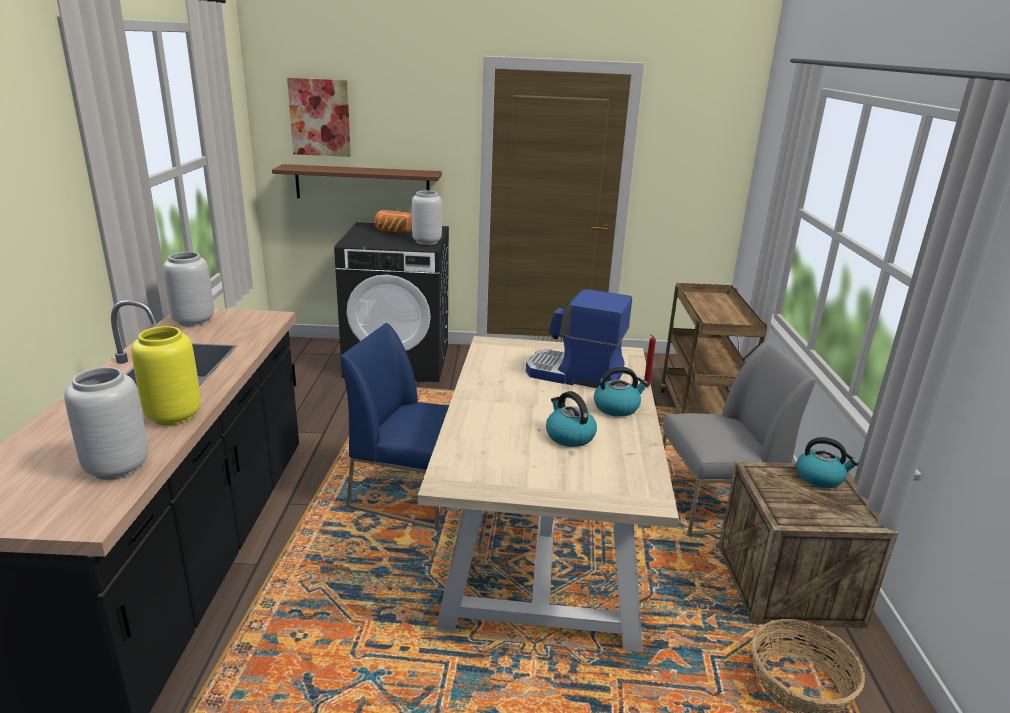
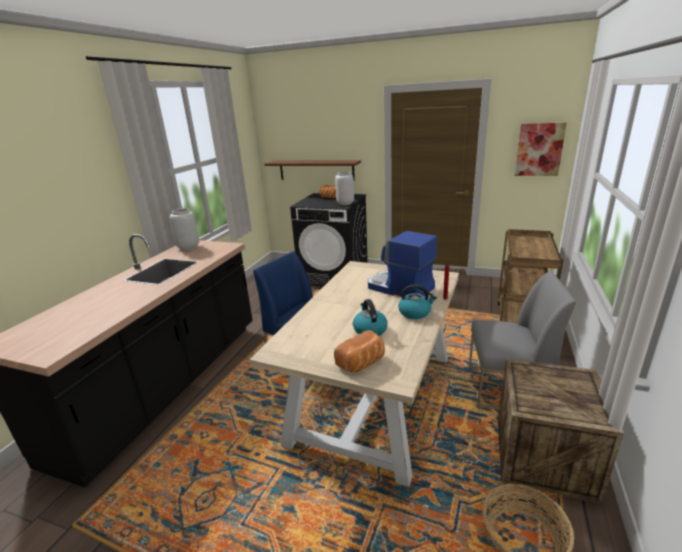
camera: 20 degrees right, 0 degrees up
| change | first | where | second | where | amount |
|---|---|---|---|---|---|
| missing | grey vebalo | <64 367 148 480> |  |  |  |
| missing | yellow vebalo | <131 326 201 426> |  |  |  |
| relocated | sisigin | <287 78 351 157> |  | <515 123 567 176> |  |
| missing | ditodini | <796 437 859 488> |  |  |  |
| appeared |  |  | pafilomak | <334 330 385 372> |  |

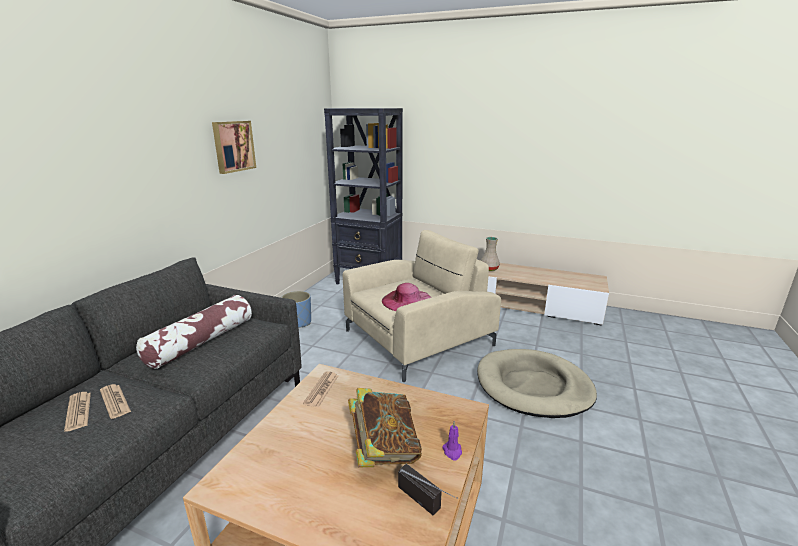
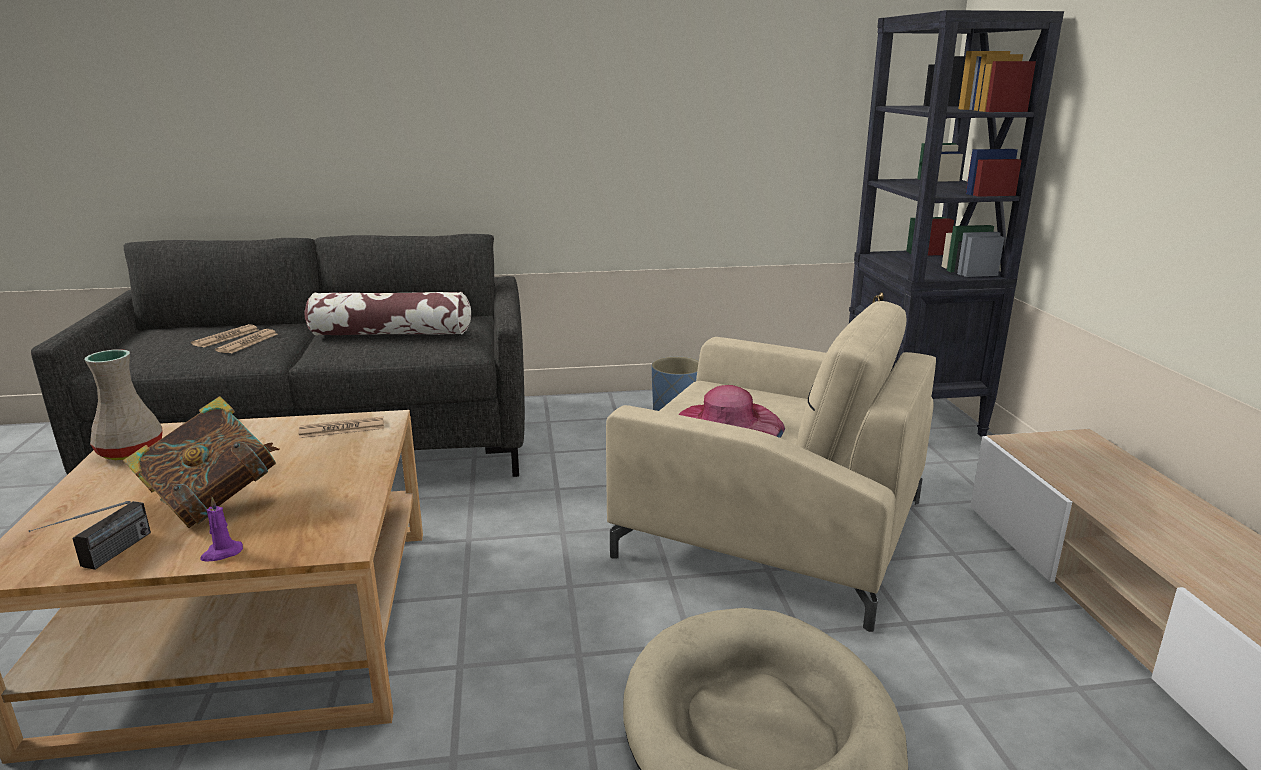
camera: 60 degrees right, 0 degrees up
| change | first | where | second | where | amount |
|---|---|---|---|---|---|
| missing | sisigin | <212 121 256 174> |  |  |  |
| relocated | beige vebalo | <481 237 500 271> |  | <85 349 162 460> |  |

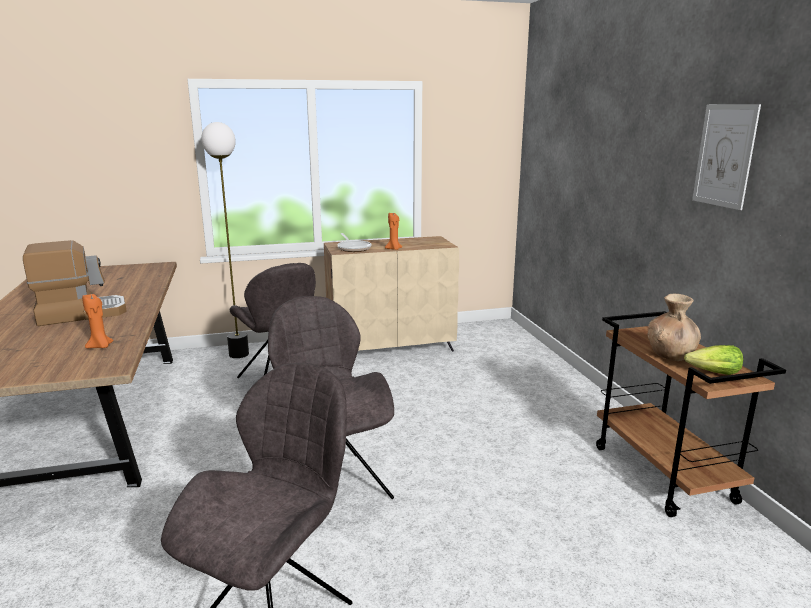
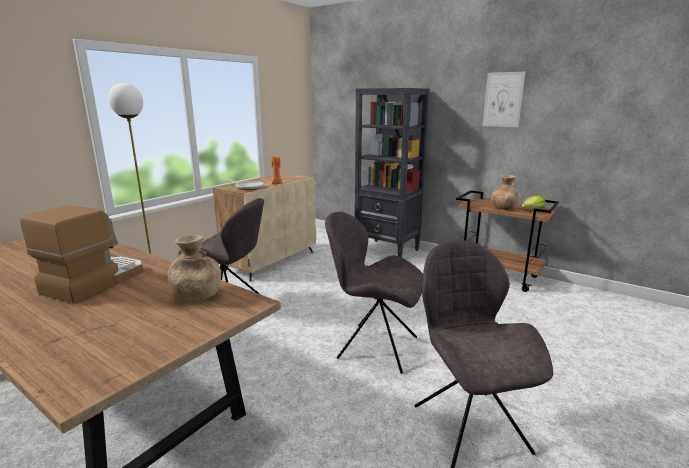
camera: 40 degrees left, 0 degrees up
| change | first | where | second | where | amount |
|---|---|---|---|---|---|
| exchanged | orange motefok | <82 294 114 348> | brown vebalo | <168 235 221 301> |  |
| appeared |  |  | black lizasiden | <354 88 430 258> |  |

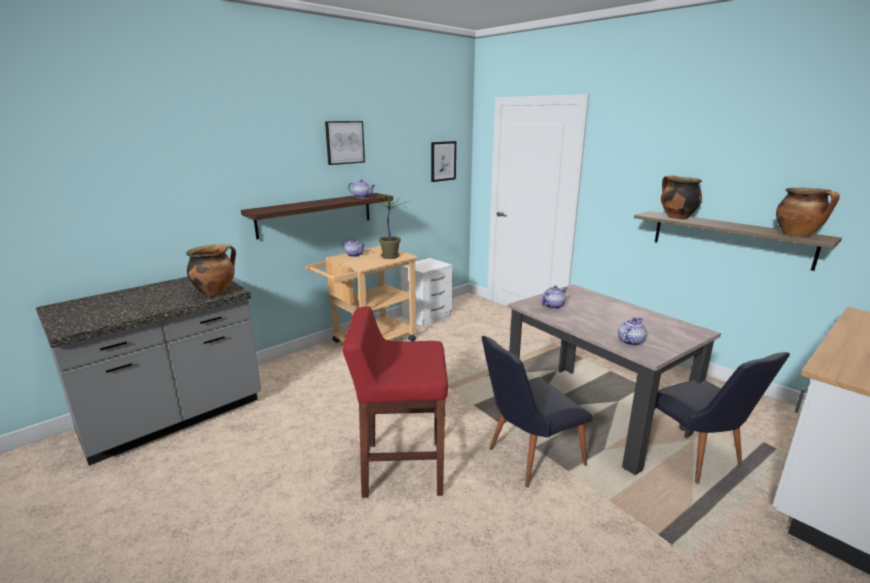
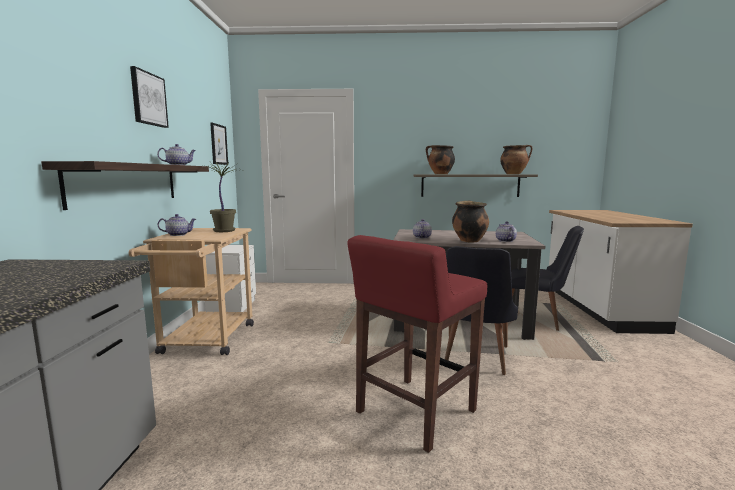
camera: 45 degrees left, 10 degrees down
| change | first | where | second | where | amount |
|---|---|---|---|---|---|
| relocated | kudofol | <186 244 236 297> |  | <452 201 489 243> |  |

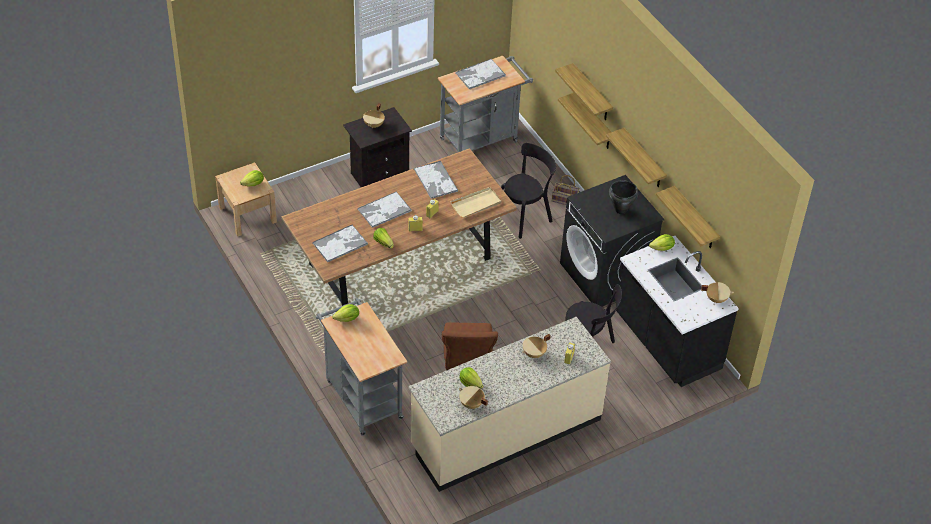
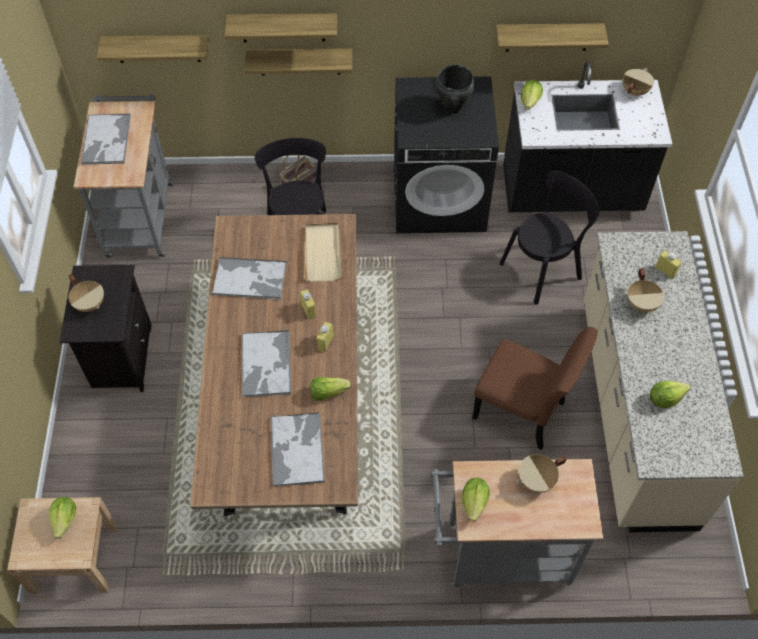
camera: 60 degrees left, 10 degrees up
| change | first | where | second | where | amount |
|---|---|---|---|---|---|
| relocated | beige kudofol | <459 386 488 409> |  | <516 455 566 493> |  |
| relocated | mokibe | <606 128 667 187> |  | <96 35 209 63> |  |

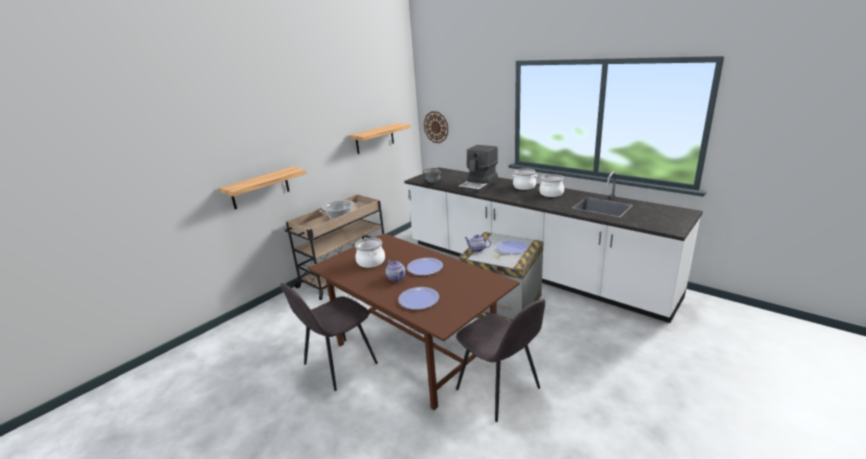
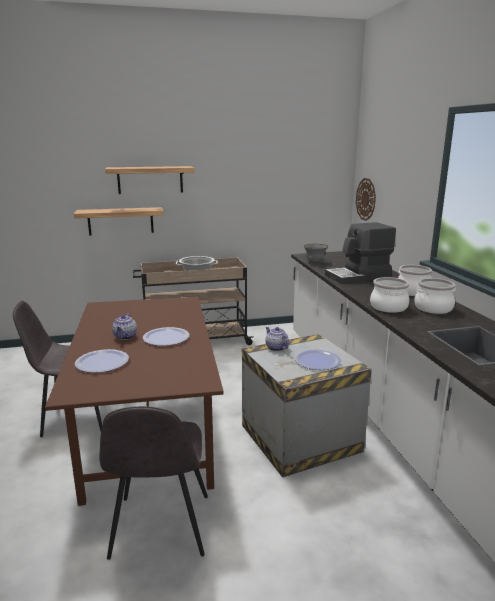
camera: 35 degrees right, 5 degrees down
| change | first | where | second | where | amount |
|---|---|---|---|---|---|
| relocated | mokibe | <349 123 411 154> |  | <105 166 195 194> |  |
| relocated | kudofol | <355 238 385 268> |  | <370 277 409 313> |  |

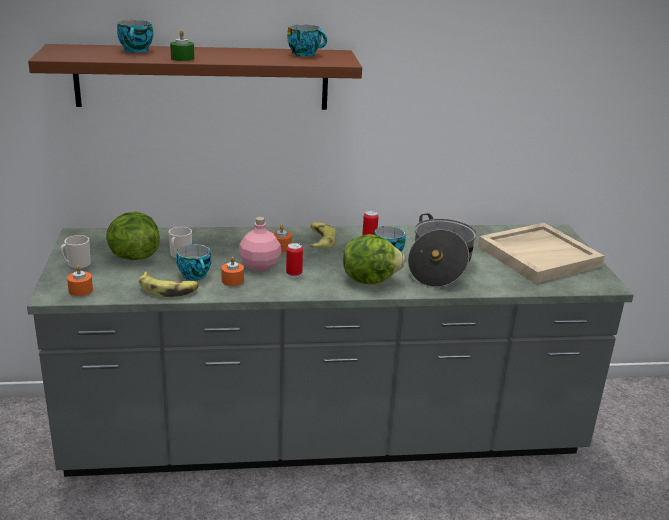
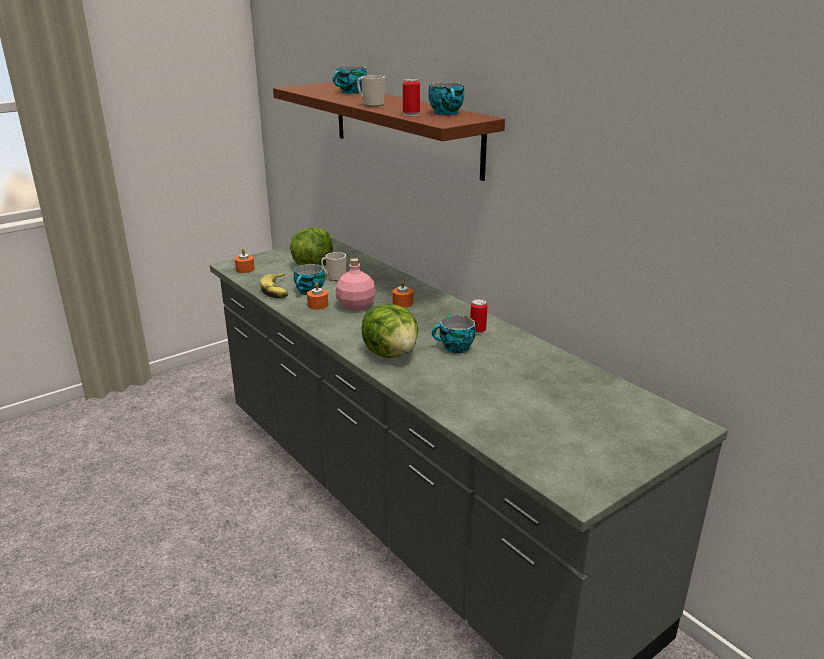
camera: 60 degrees right, 0 degrees up
| change | first | where | second | where | amount |
|---|---|---|---|---|---|
| relocated | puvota | <60 235 91 269> |  | <357 75 385 107> |  |
| missing | green motefok | <170 30 194 61> |  |  |  |
| relocated | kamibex | <286 243 303 278> |  | <403 79 420 116> |  |
| missing | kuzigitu | <309 222 336 248> |  |  |  |
| missing | kudofol | <408 213 477 287> |  |  |  |
| missing | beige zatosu | <478 223 604 284> |  |  |  |

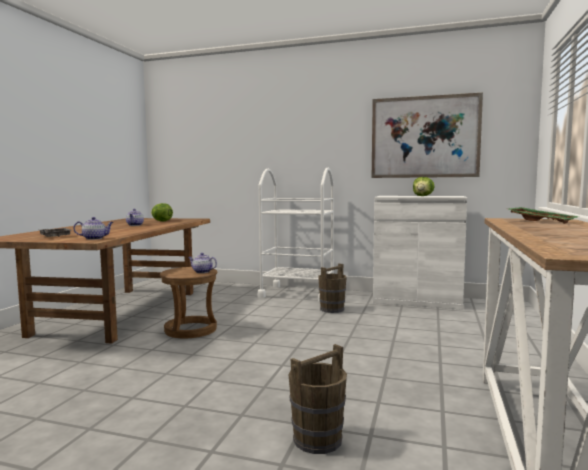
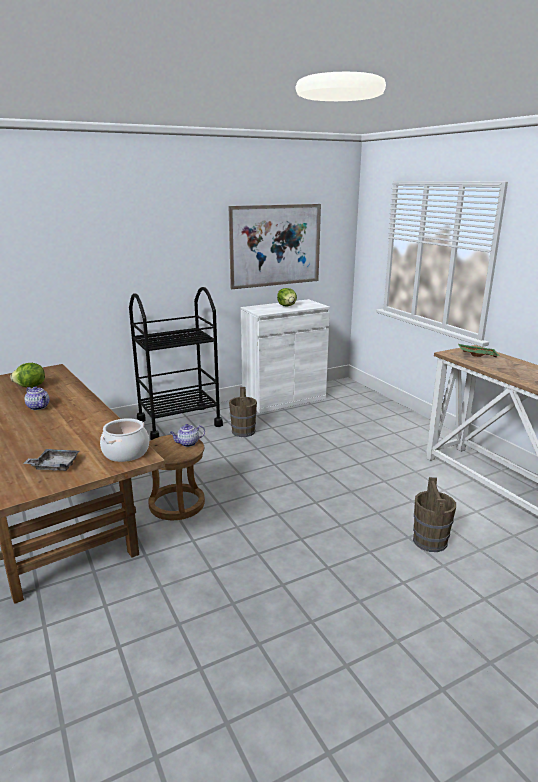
camera: 45 degrees left, 15 degrees up
| change | first | where | second | where | amount |
|---|---|---|---|---|---|
| exchanged | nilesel | <73 217 114 240> | kudofol | <100 418 149 462> |  |
| colour | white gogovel | <258 168 334 302> | black gogovel | <129 287 223 440> |  |

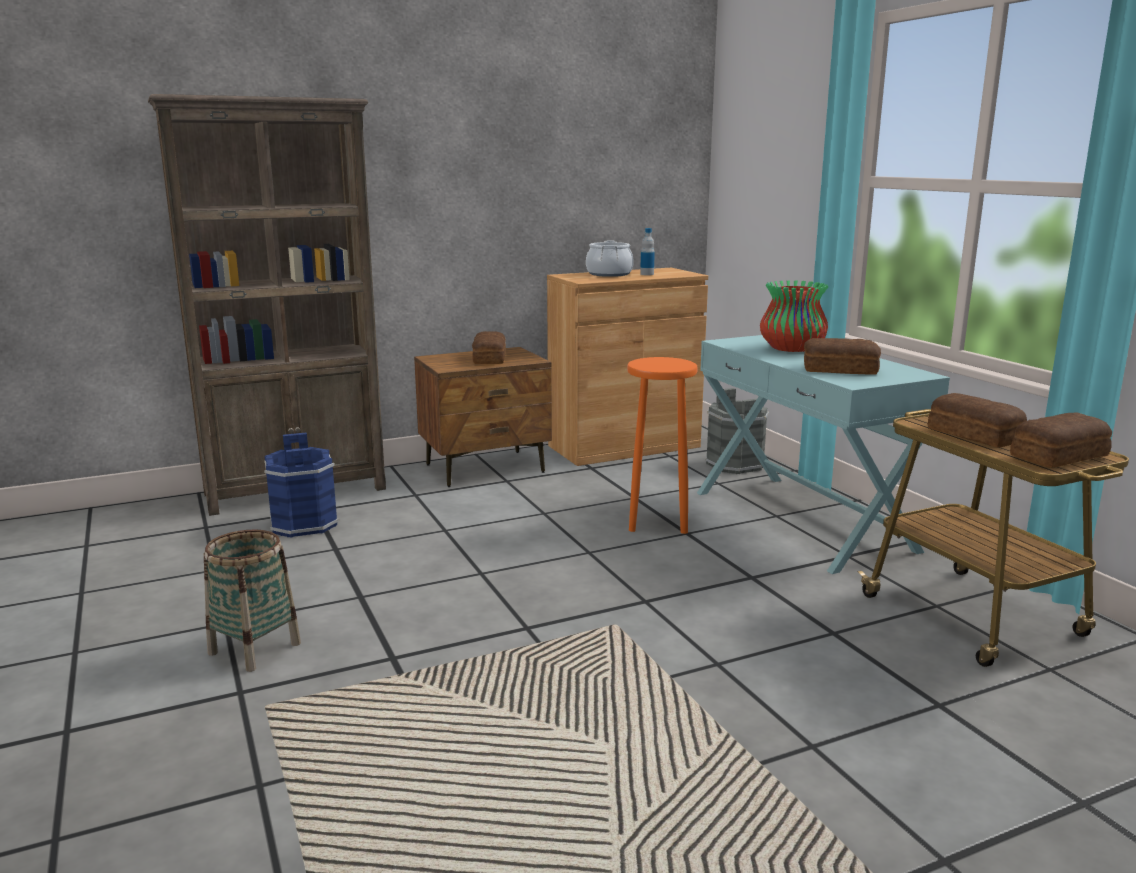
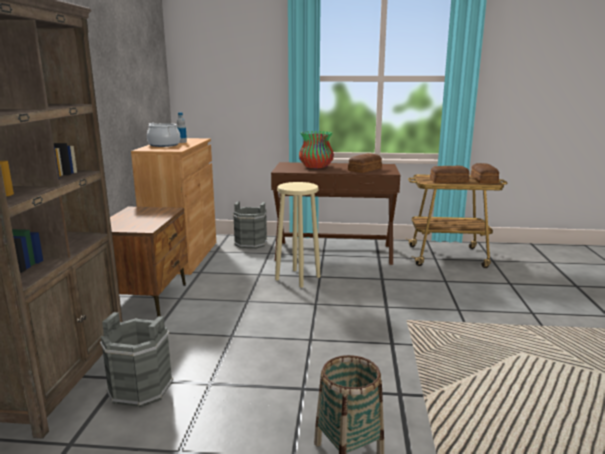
camera: 60 degrees left, 0 degrees up
| change | first | where | second | where | amount |
|---|---|---|---|---|---|
| colour | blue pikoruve | <264 433 339 538> | grey pikoruve | <100 312 173 408> |  |
| missing | pafilomak | <472 331 506 364> |  |  |  |
| colour | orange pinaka | <627 357 698 534> | beige pinaka | <275 182 320 288> |  |
| colour | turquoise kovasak | <697 335 950 574> | brown kovasak | <271 162 401 265> |  |

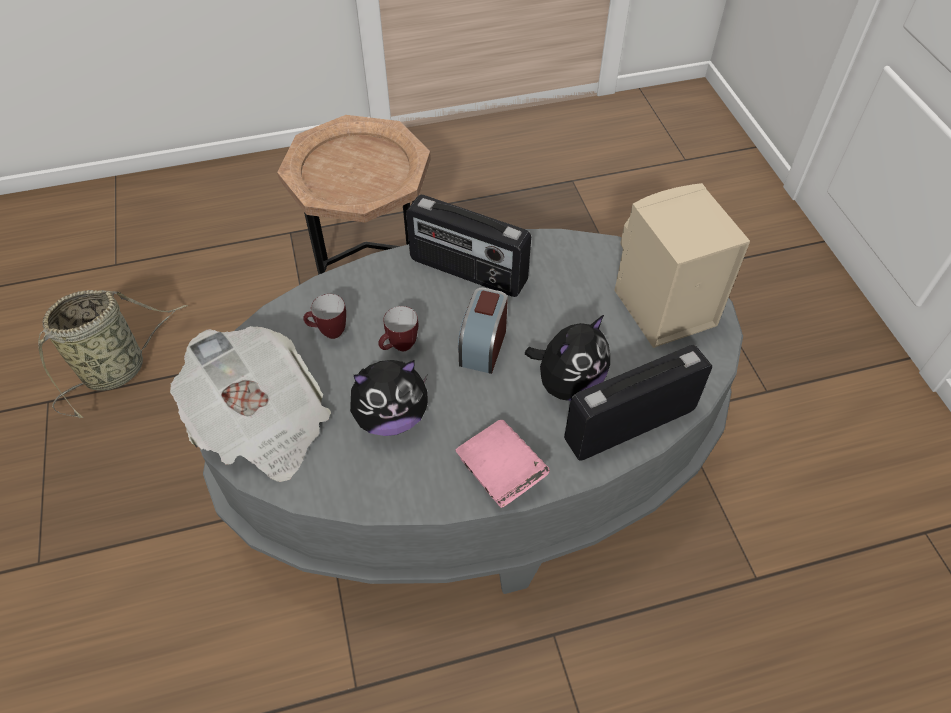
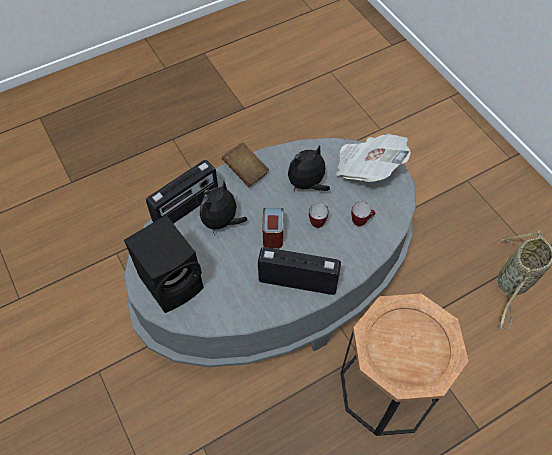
camera: 165 degrees right, 5 degrees up
| change | first | where | second | where | amount |
|---|---|---|---|---|---|
| colour | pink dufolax | <455 420 550 508> | brown dufolax | <222 142 269 187> |  |
| colour | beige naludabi | <614 183 750 348> | black naludabi | <124 215 204 313> |  |

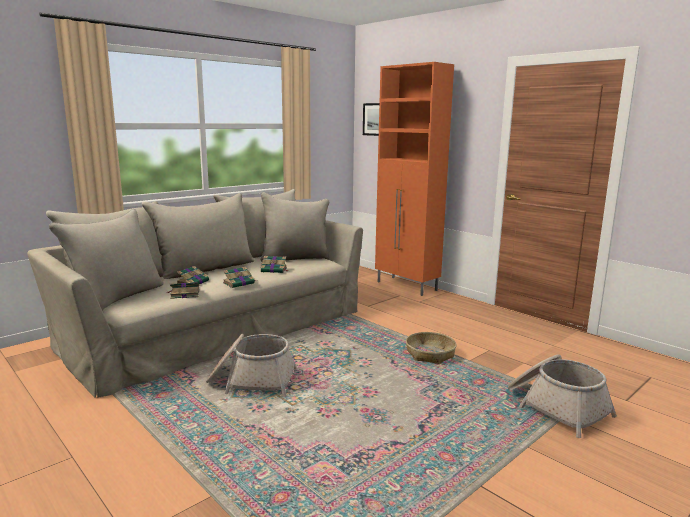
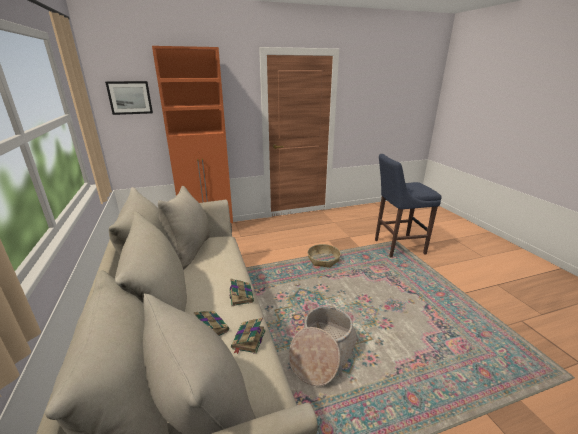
camera: 65 degrees left, 10 degrees up
| change | first | where | second | where | amount |
|---|---|---|---|---|---|
| missing | dufolax | <261 256 289 273> |  |  |  |
| exchanged | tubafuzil | <508 354 617 438> | blue pinaka | <375 154 442 257> |  |

